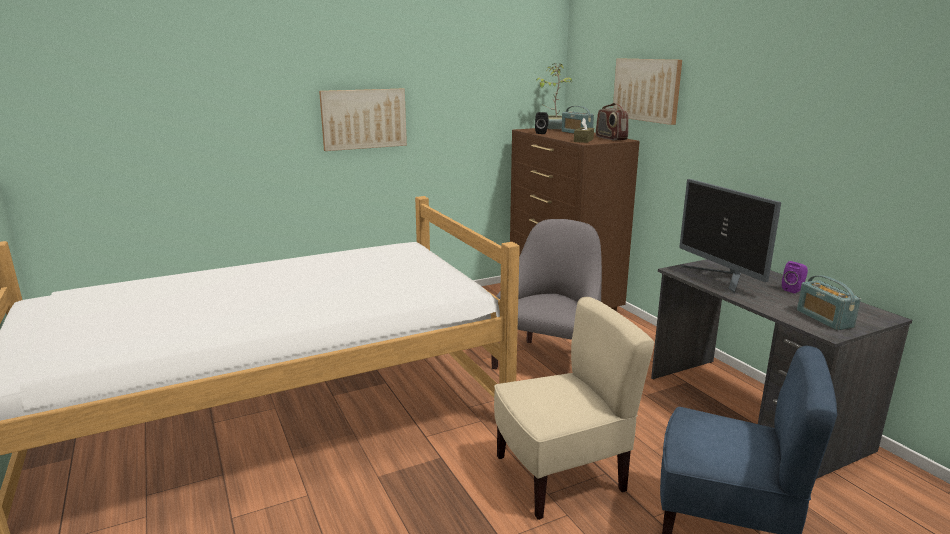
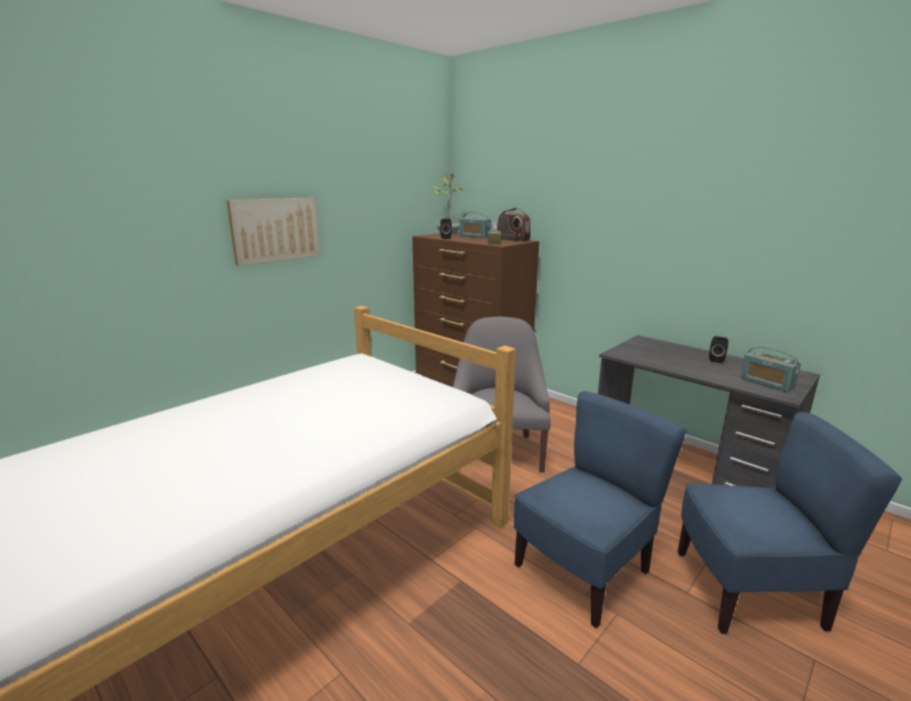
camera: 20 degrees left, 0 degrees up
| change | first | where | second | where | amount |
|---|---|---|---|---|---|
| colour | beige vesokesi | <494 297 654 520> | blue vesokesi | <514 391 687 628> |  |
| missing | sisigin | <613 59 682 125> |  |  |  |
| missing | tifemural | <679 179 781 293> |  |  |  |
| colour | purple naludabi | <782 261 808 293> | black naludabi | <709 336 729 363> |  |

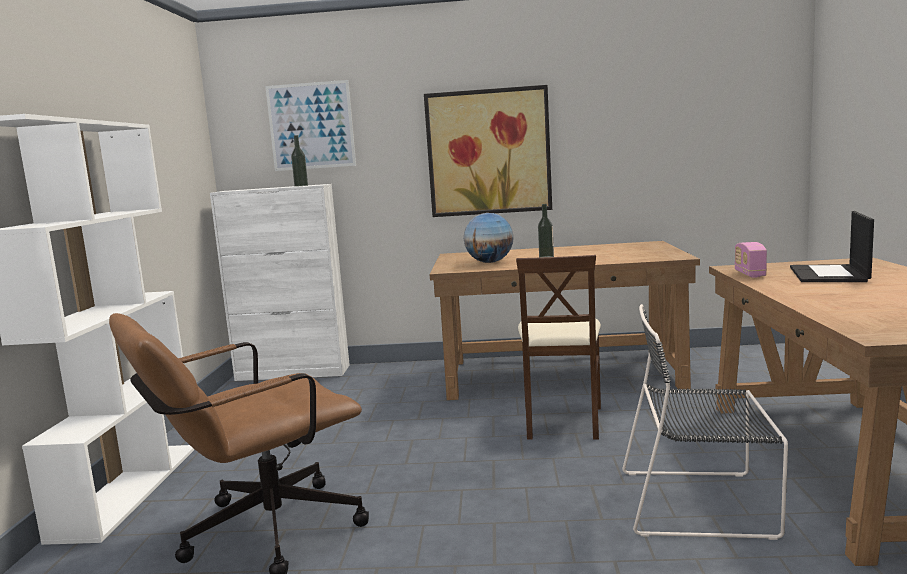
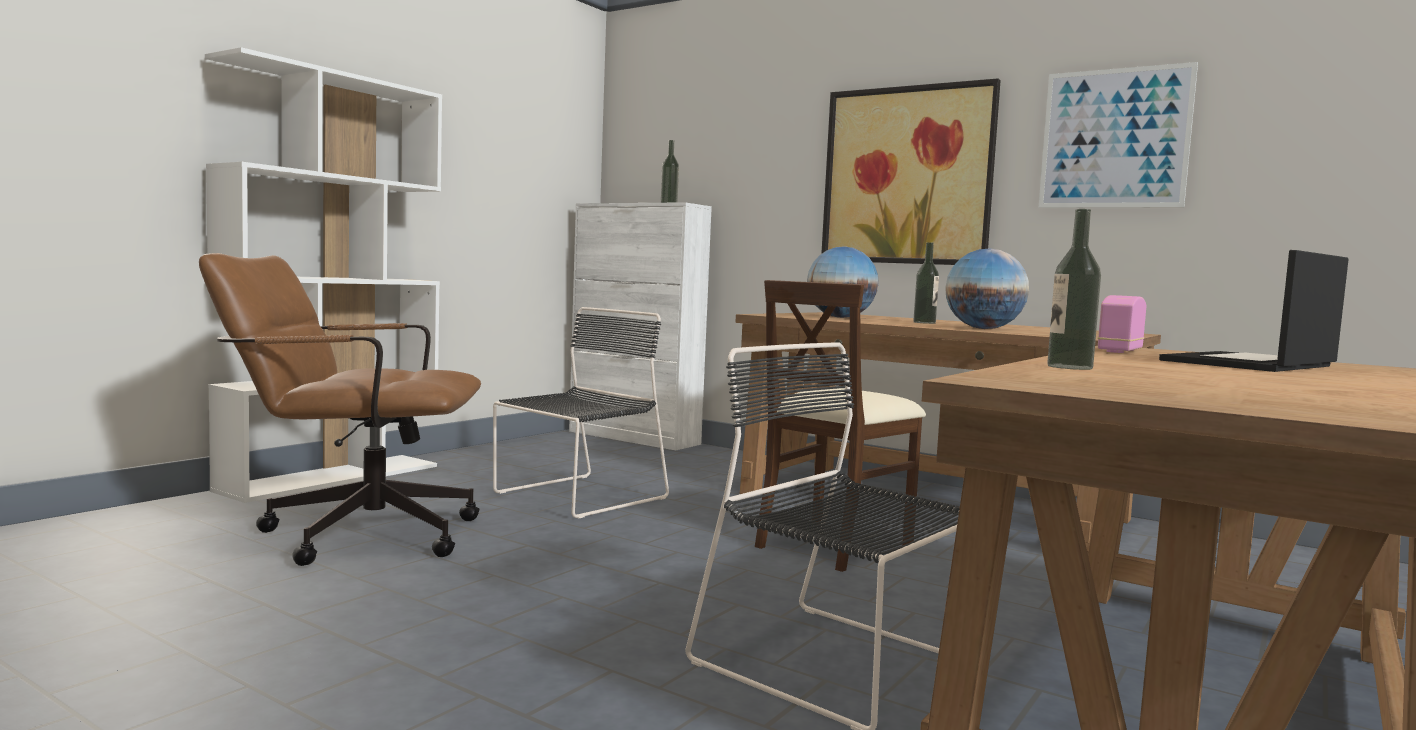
camera: 30 degrees right, 5 degrees down
| change | first | where | second | where | amount |
|---|---|---|---|---|---|
| relocated | sisigin | <265 80 356 171> |  | <1039 62 1198 208> |  |
| appeared |  |  | black vesokesi | <493 307 669 519> |  |
| appeared |  |  | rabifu | <945 248 1029 329> |  |
| appeared |  |  | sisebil | <1047 209 1101 370> |  |

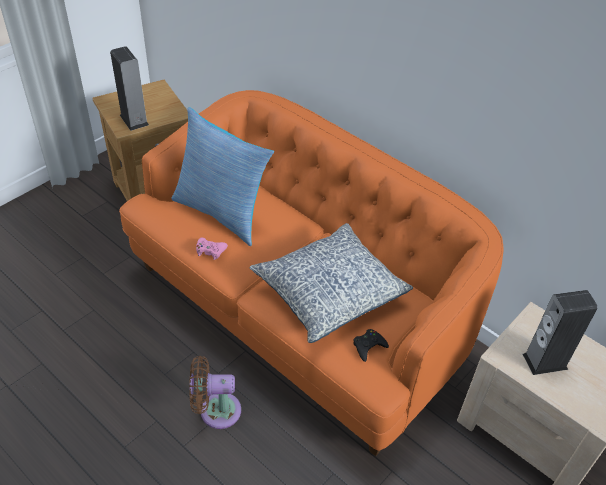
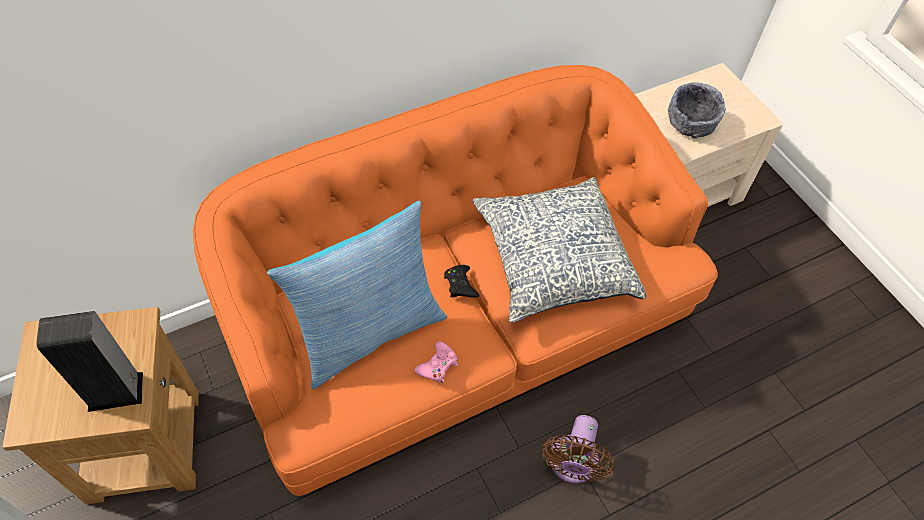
camera: 70 degrees left, 10 degrees up
| change | first | where | second | where | amount |
|---|---|---|---|---|---|
| relocated | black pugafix | <353 329 389 362> |  | <444 265 480 298> |  |
| exchanged | naludabi | <523 290 598 375> | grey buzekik | <668 82 726 139> |  |

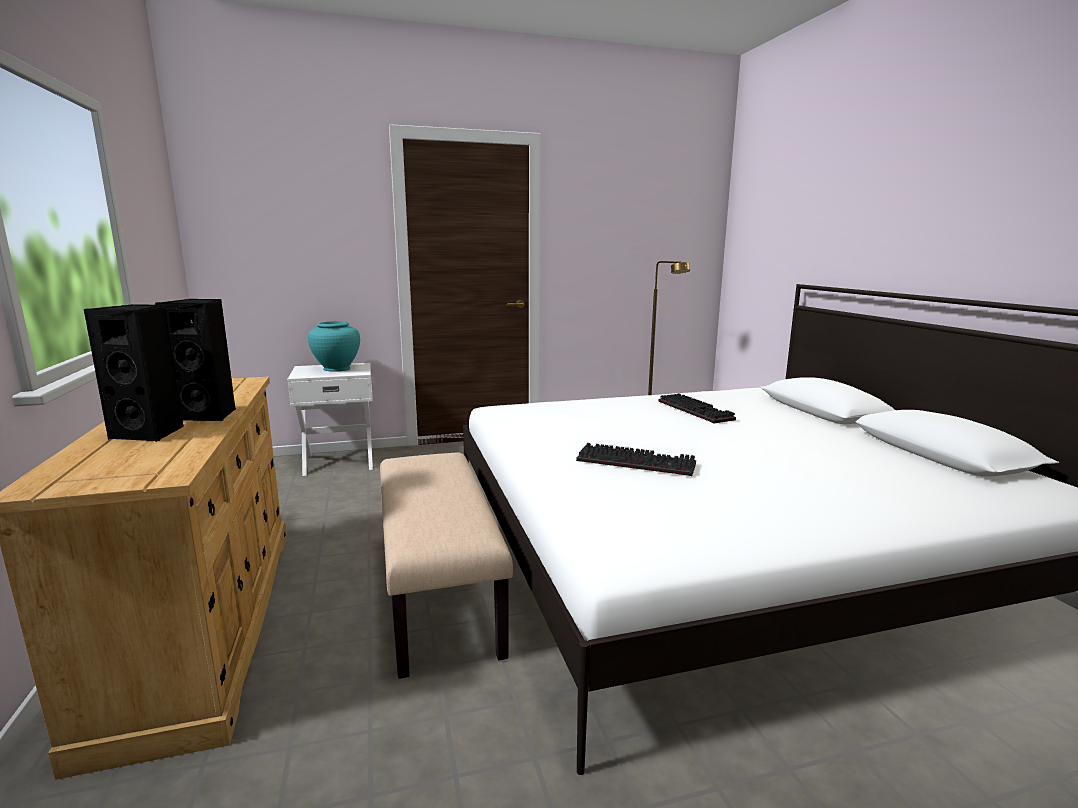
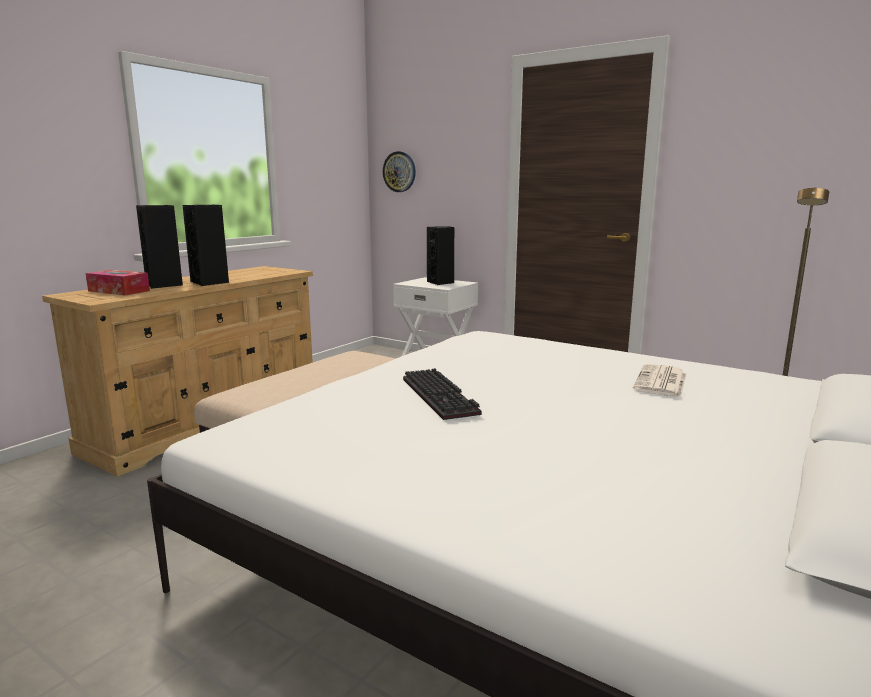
camera: 50 degrees right, 0 degrees up
| change | first | where | second | where | amount |
|---|---|---|---|---|---|
| exchanged | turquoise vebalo | <308 321 360 372> | black naludabi | <427 226 455 285> |  |
| exchanged | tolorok | <659 393 736 423> | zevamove | <633 364 686 397> |  |
| appeared |  |  | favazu | <85 270 150 295> |  |
| appeared |  |  | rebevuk | <383 151 416 192> |  |

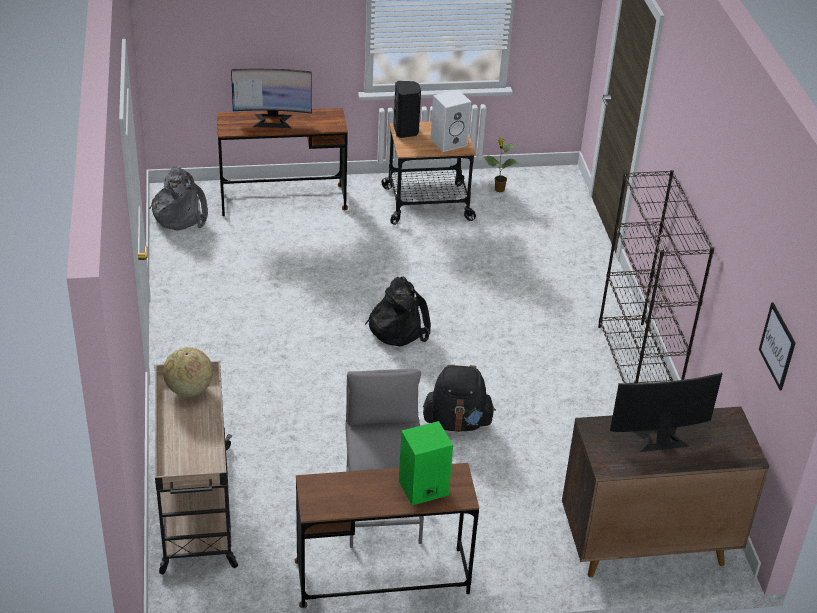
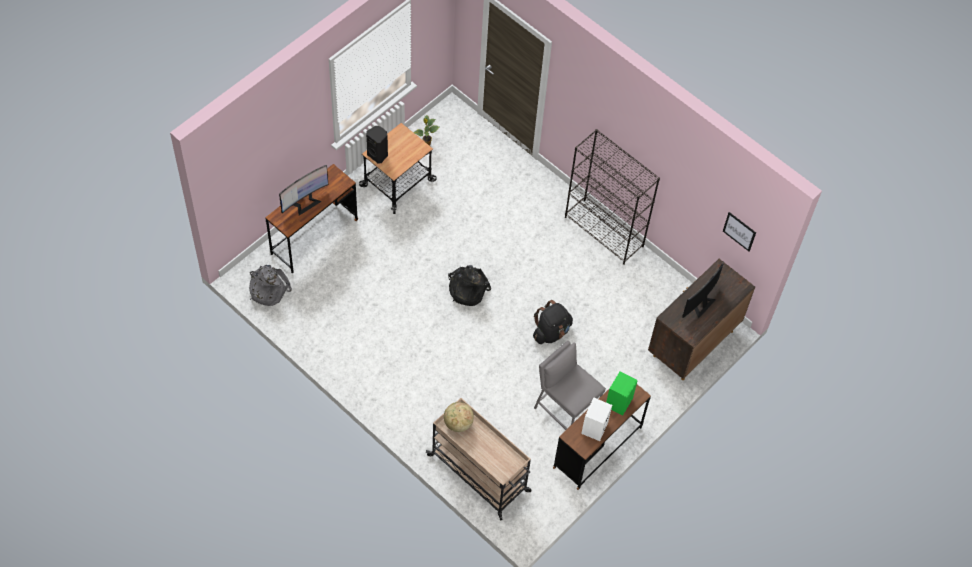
camera: 40 degrees left, 20 degrees up
| change | first | where | second | where | amount |
|---|---|---|---|---|---|
| relocated | white naludabi | <430 90 471 152> |  | <581 397 612 441> |  |

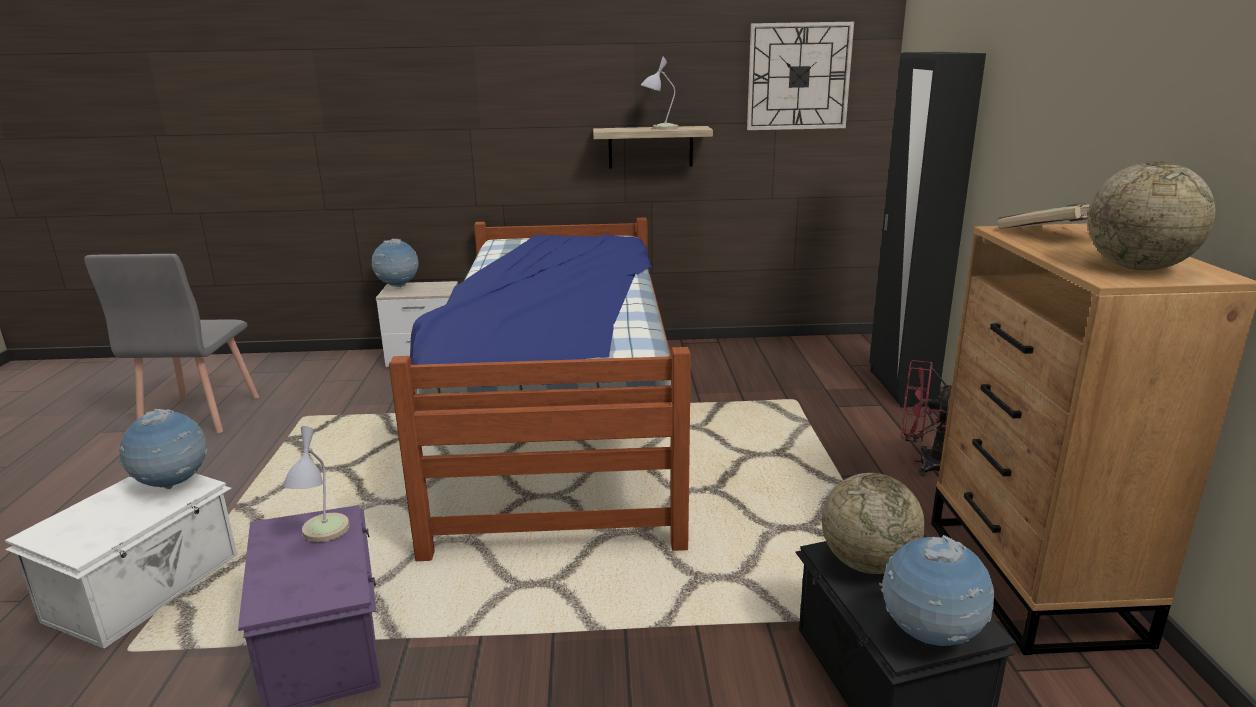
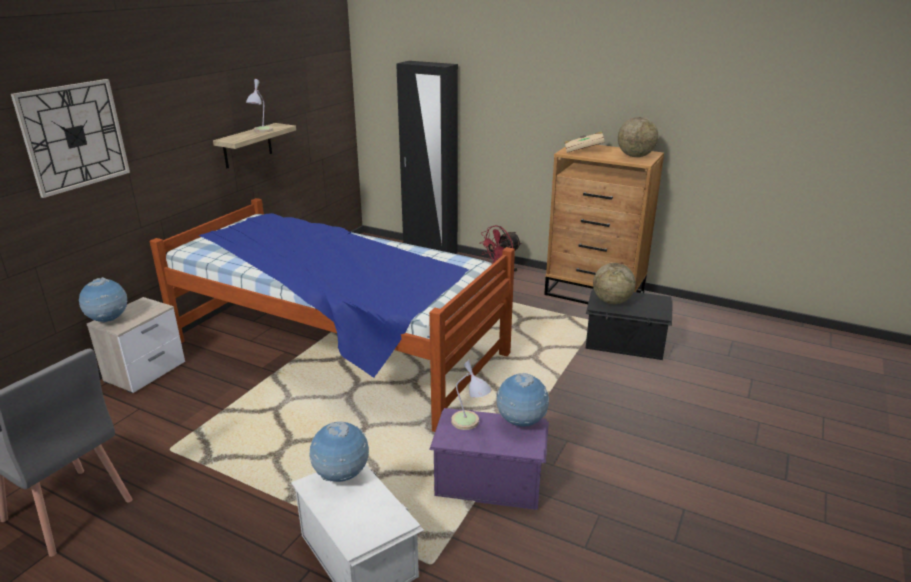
camera: 60 degrees left, 5 degrees up
| change | first | where | second | where | amount |
|---|---|---|---|---|---|
| relocated | rebevuk | <747 22 854 130> |  | <11 79 130 198> |  |
| relocated | rabifu | <879 535 994 646> |  | <497 373 549 427> |  |

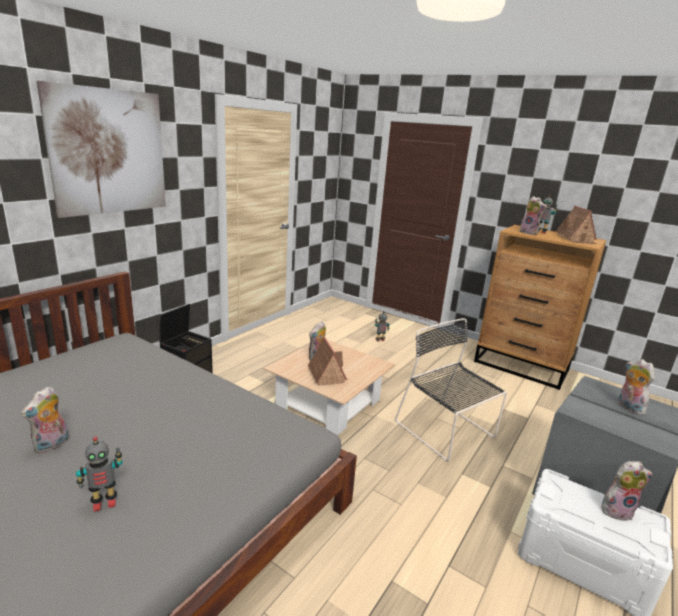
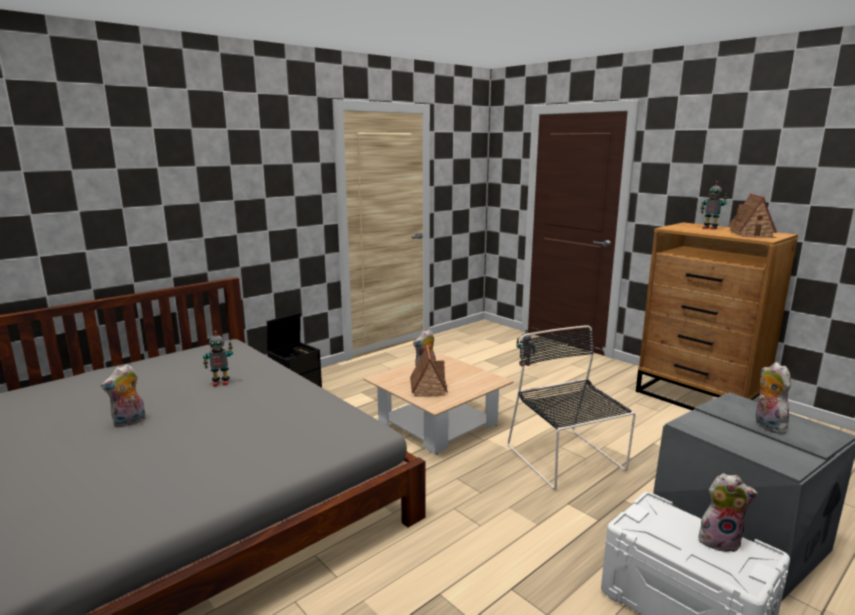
camera: 15 degrees right, 5 degrees down
| change | first | where | second | where | amount |
|---|---|---|---|---|---|
| missing | sisigin | <37 81 166 218> |  |  |  |
| relocated | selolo | <76 436 123 512> |  | <203 331 233 386> |  |
| missing | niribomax | <519 196 547 235> |  |  |  |

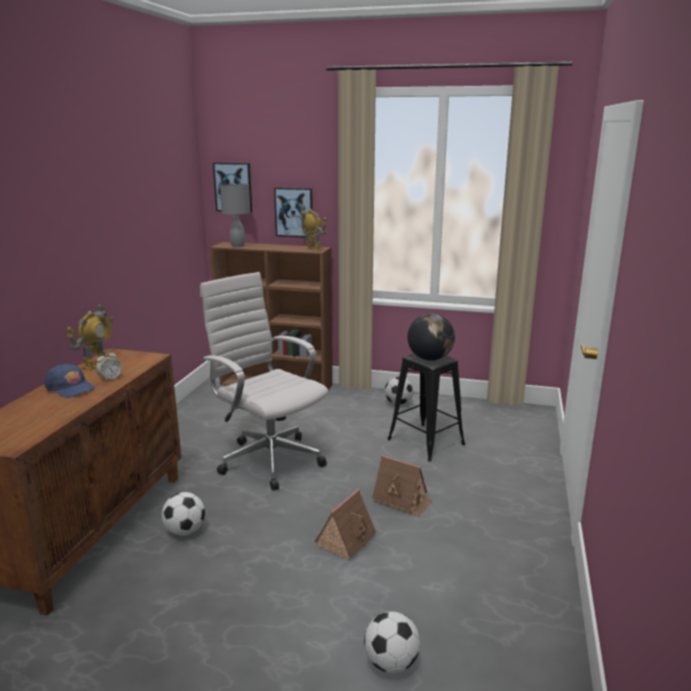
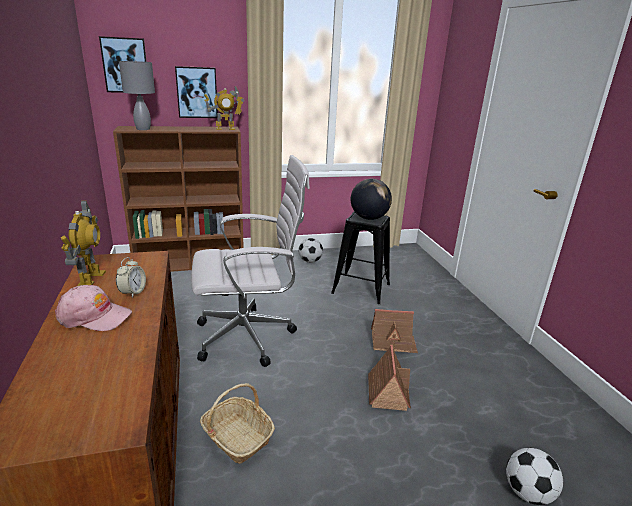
camera: 30 degrees left, 5 degrees up
| change | first | where | second | where | amount |
|---|---|---|---|---|---|
| colour | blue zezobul | <44 364 95 398> | pink zezobul | <55 285 132 331> |  |
| exchanged | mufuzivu | <162 492 205 536> | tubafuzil | <200 383 275 464> |  |
| spun | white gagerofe | <200 272 329 491> |  | <191 155 310 367> | 150 degrees clockwise |
| spun | selolo | <300 205 326 251> |  | <204 86 244 130> | 150 degrees clockwise |

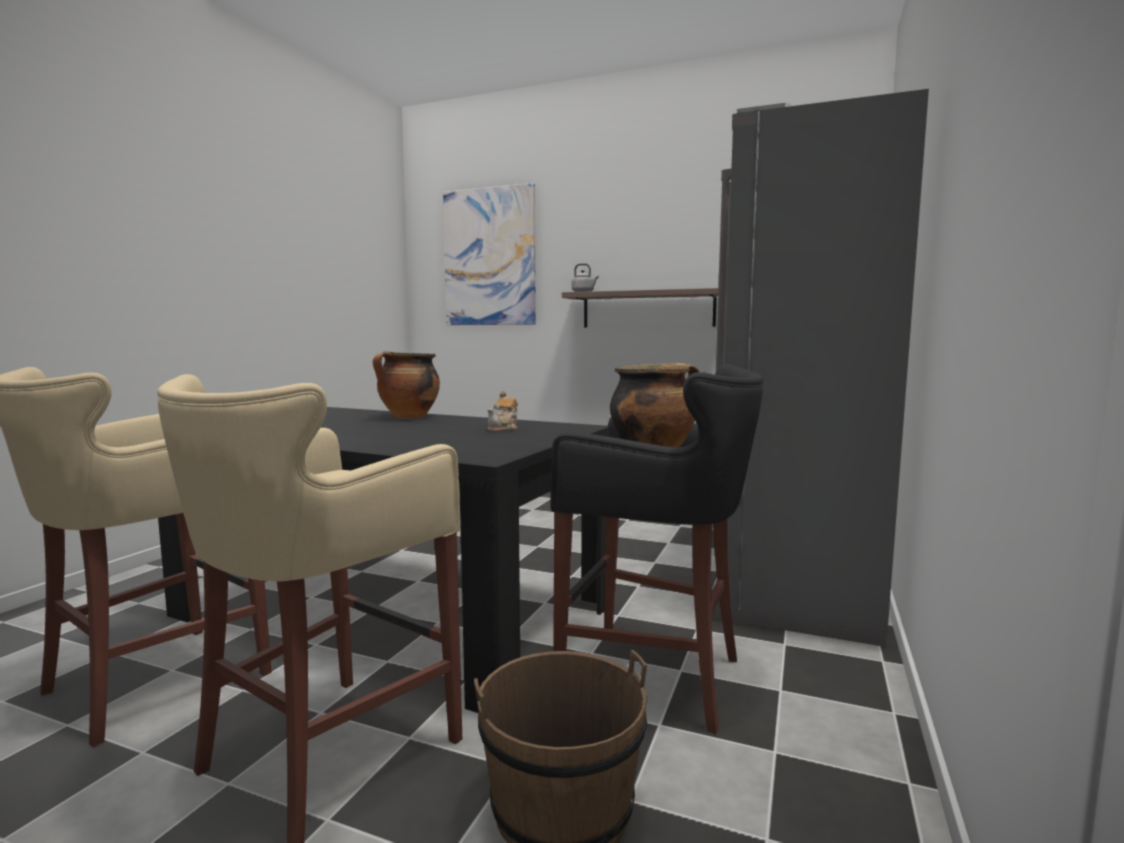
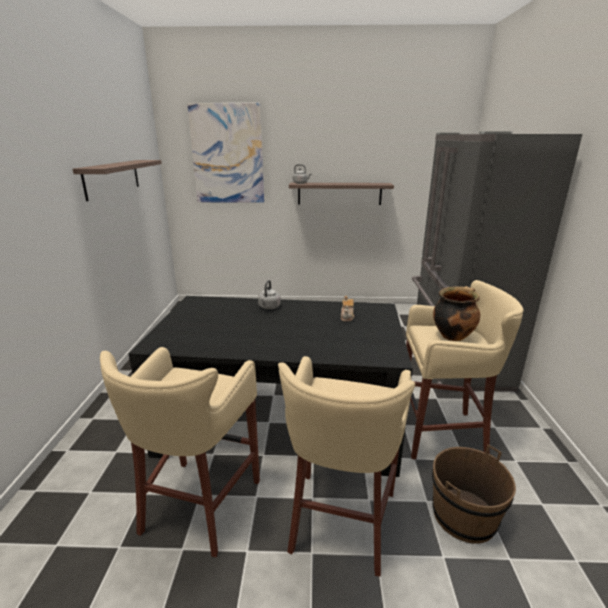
camera: 20 degrees left, 15 degrees up
| change | first | where | second | where | amount |
|---|---|---|---|---|---|
| exchanged | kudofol | <373 351 440 419> | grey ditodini | <258 280 281 309> |  |
| colour | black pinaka | <551 364 764 734> | beige pinaka | <406 280 524 459> |  |
| appeared |  |  | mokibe | <73 160 162 201> |  |

